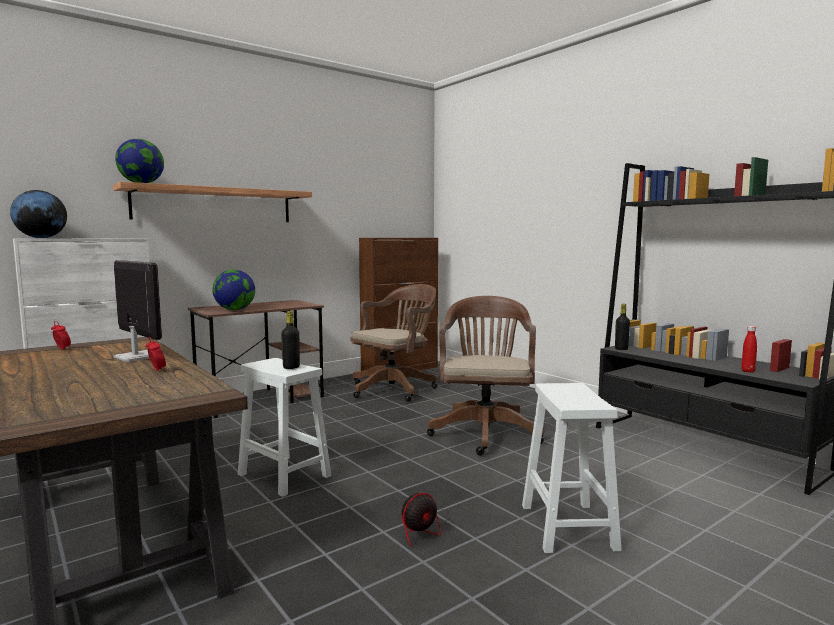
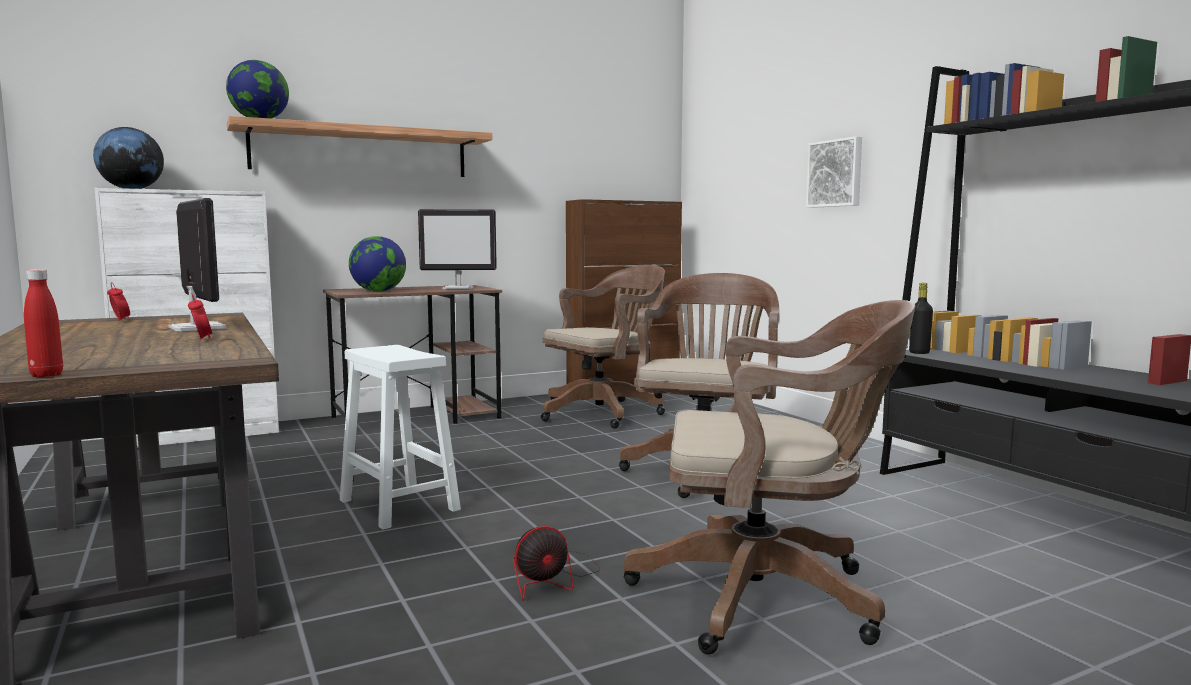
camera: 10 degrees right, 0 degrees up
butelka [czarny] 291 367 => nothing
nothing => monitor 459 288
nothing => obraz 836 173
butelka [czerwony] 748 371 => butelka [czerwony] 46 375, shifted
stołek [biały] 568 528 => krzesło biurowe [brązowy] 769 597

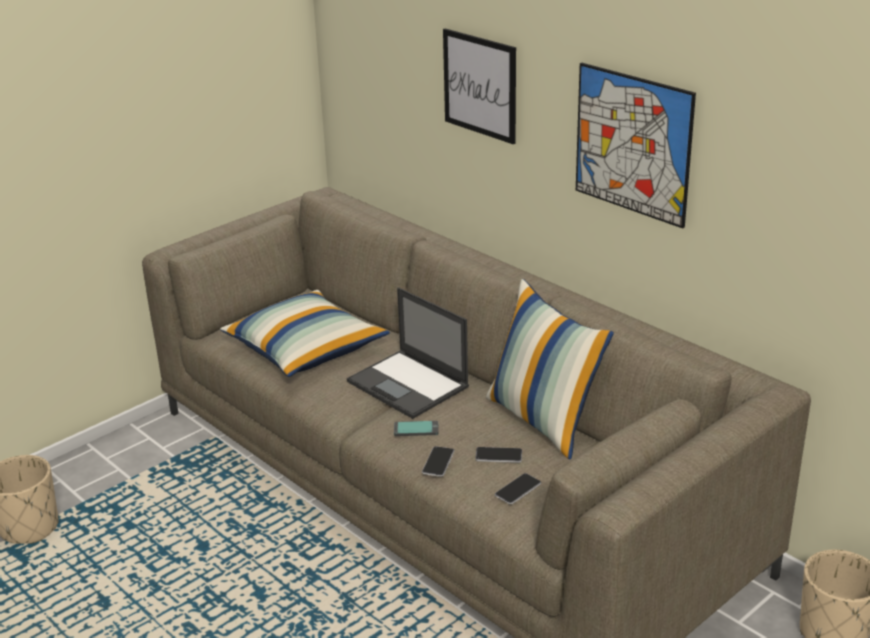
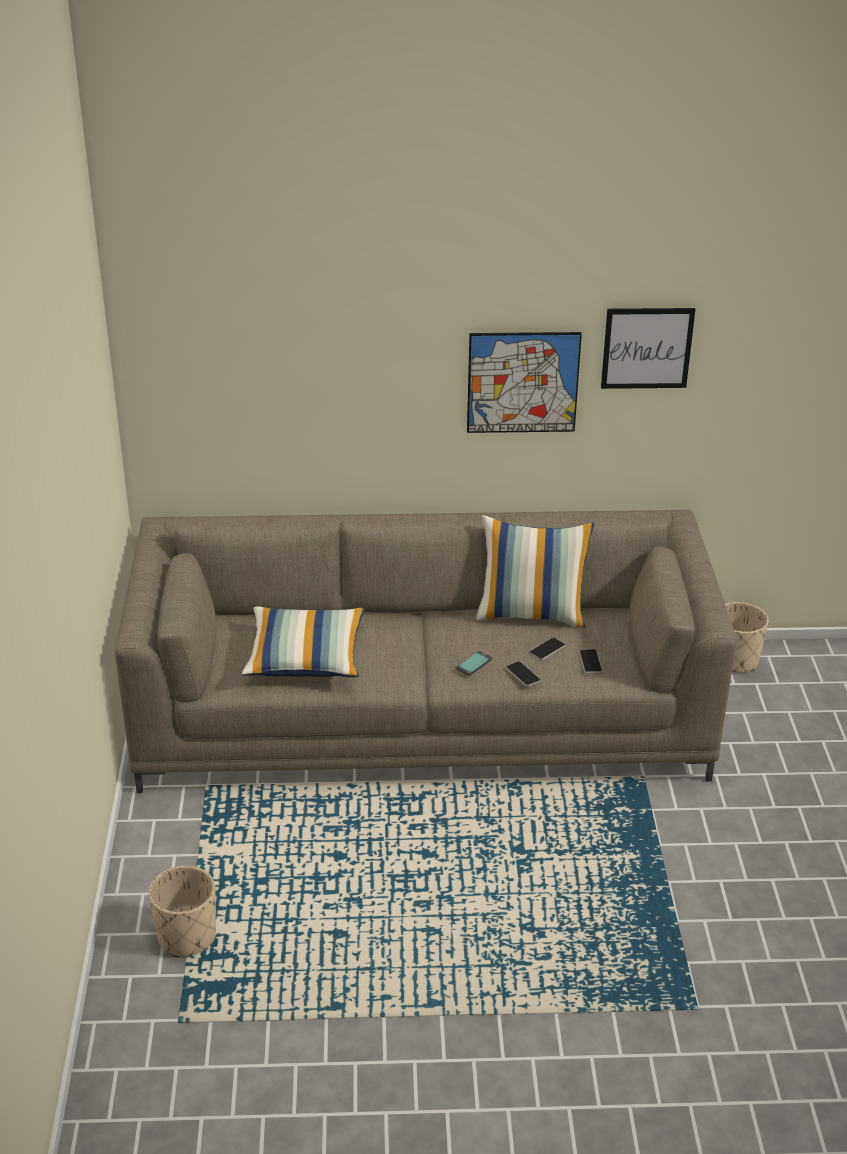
camera: 50 degrees left, 5 degrees up
laptop 409 385 => nothing
obraz 480 85 => obraz 647 348, shifted

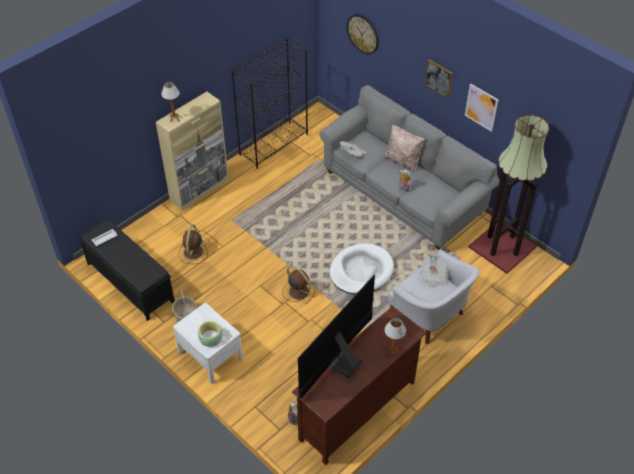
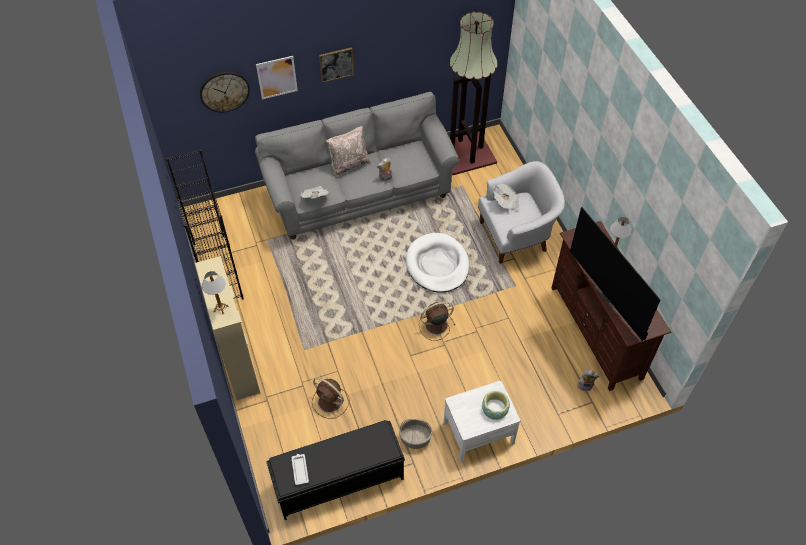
camera: 65 degrees left, 5 degrees up
obraz 481 107 => obraz 277 77, shifted

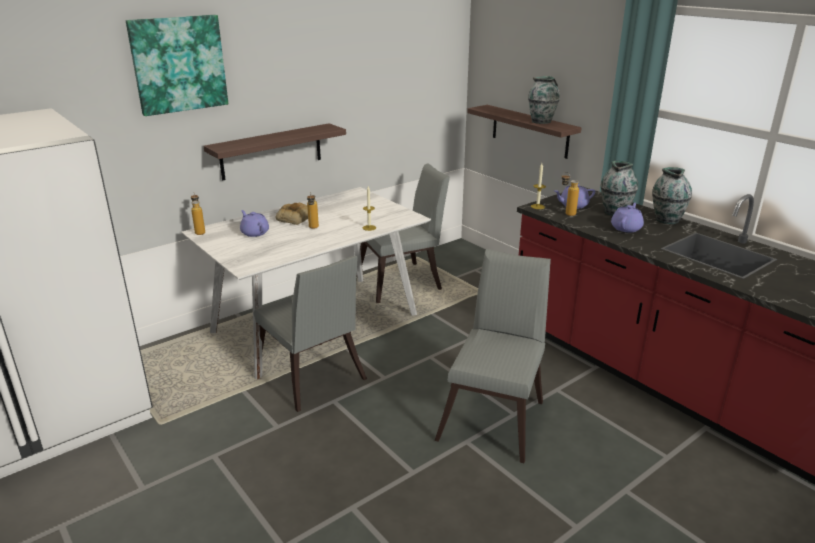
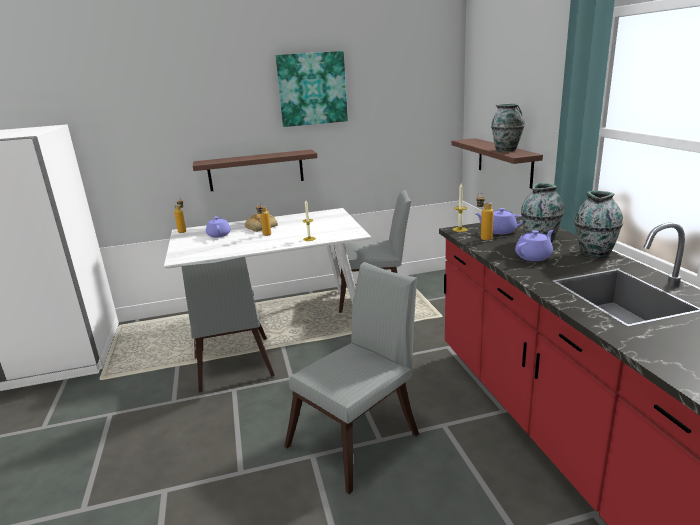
camera: 25 degrees right, 5 degrees down
obraz 178 64 => obraz 312 89, shifted

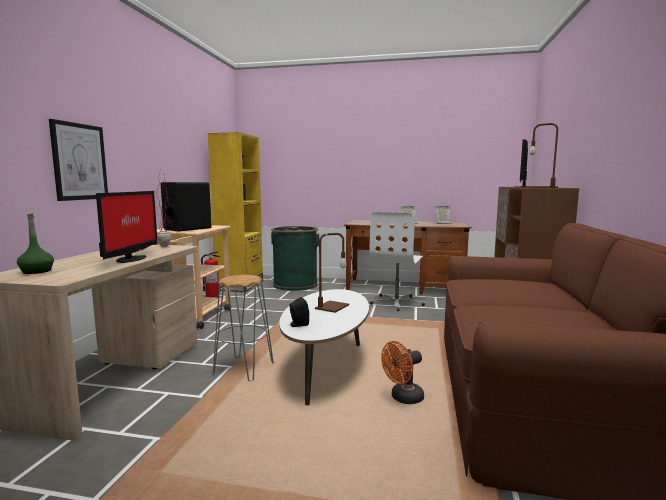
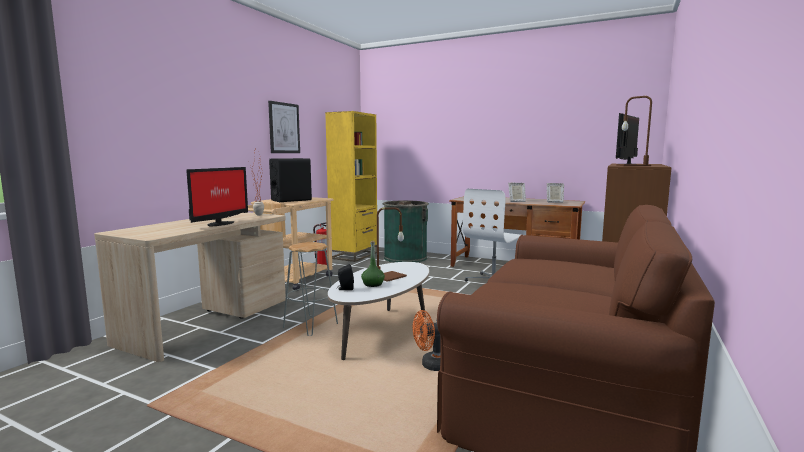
camera: 15 degrees right, 0 degrees up
butelka [zielony] 36 271 => butelka [zielony] 373 284, shifted
obraz 79 162 => obraz 284 128, shifted

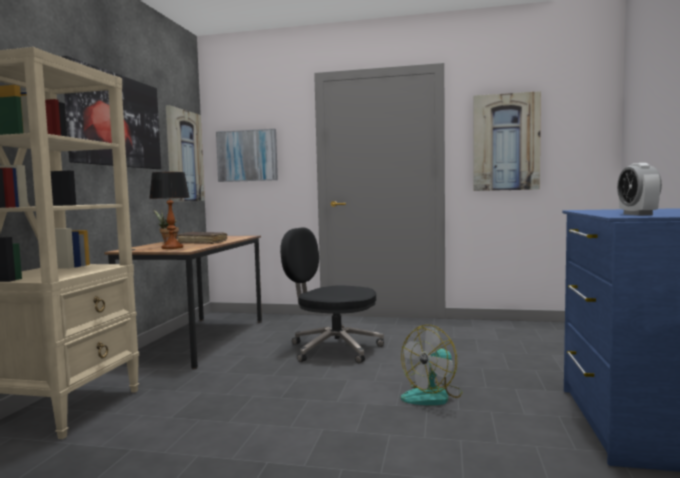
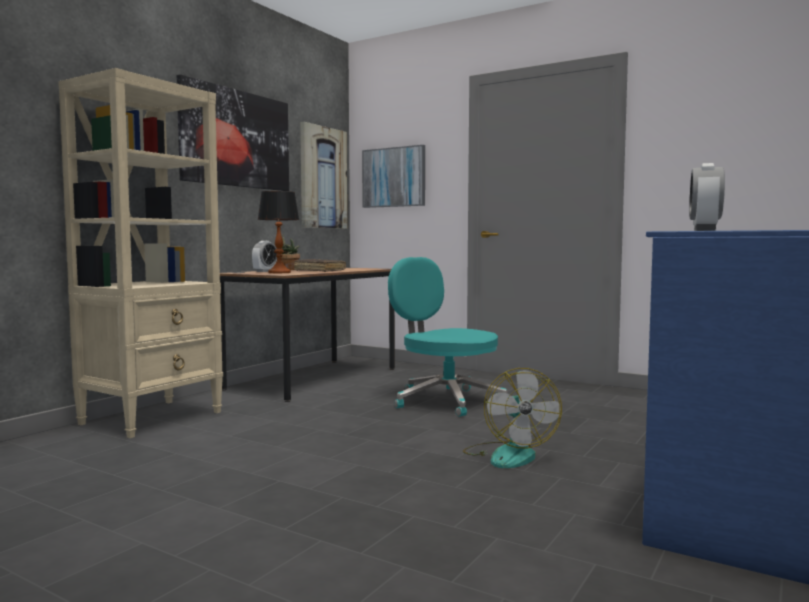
camera: 20 degrees right, 0 degrees up
obraz 506 142 => nothing
nothing => budzik 265 271
krzesło biurowe [czarny] 333 349 => krzesło biurowe [turkusowy] 445 401
wentylator 433 395 => wentylator 509 454, 75 degrees counterclockwise

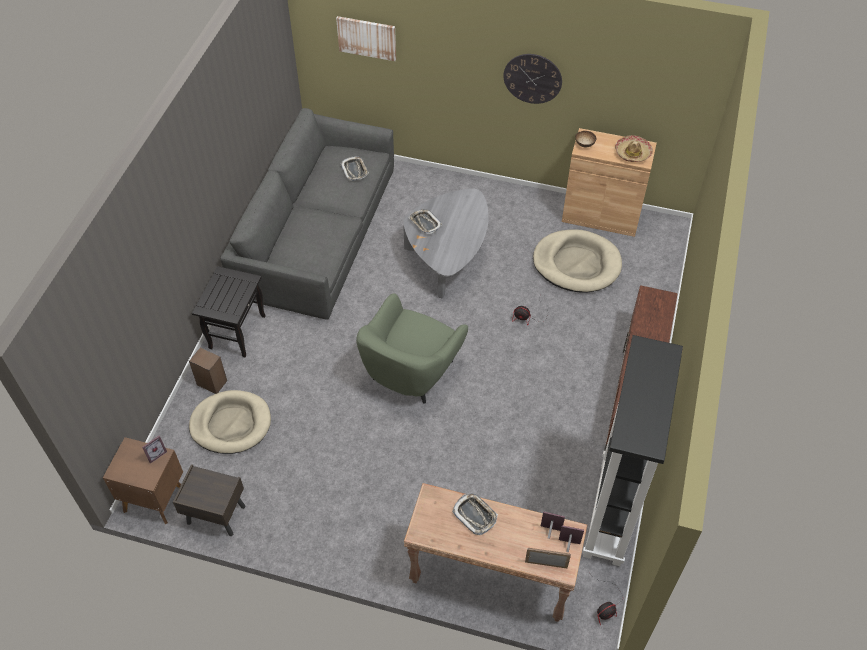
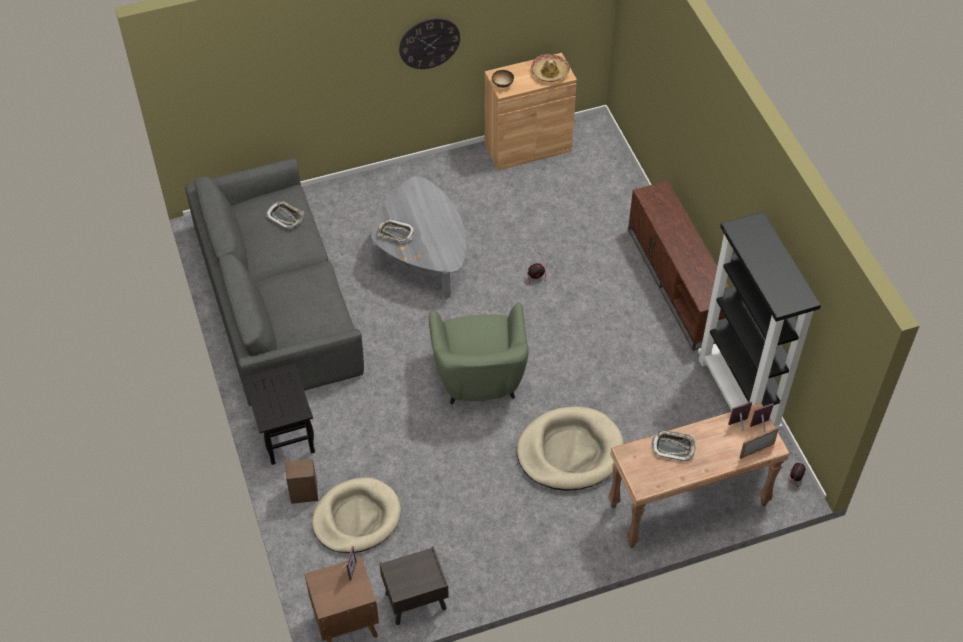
camera: 35 degrees left, 0 degrees up
obraz 367 37 => nothing
legowisko [beżowy] 576 264 => legowisko [beżowy] 569 451, shifted

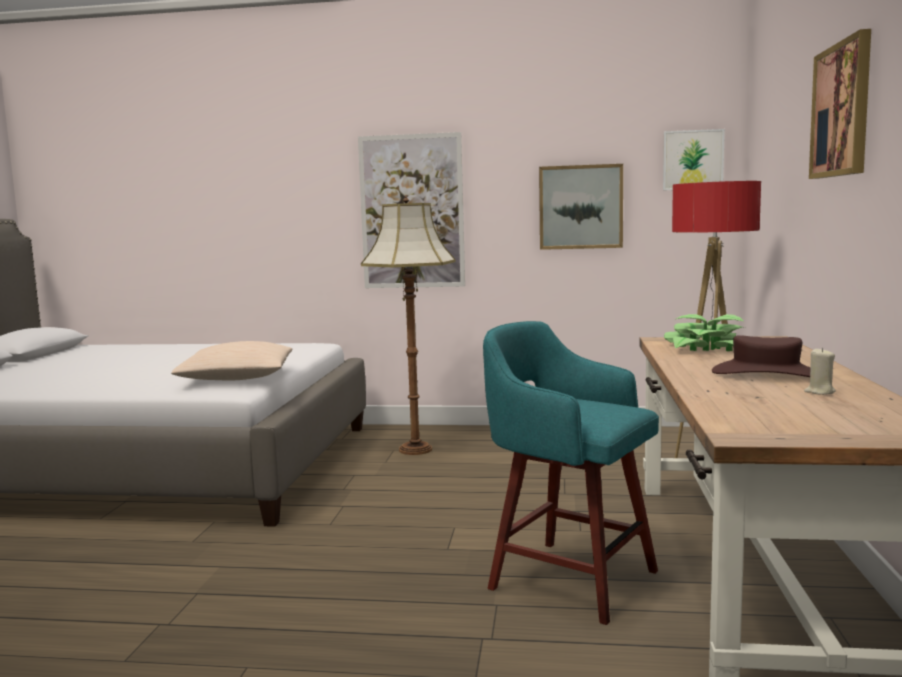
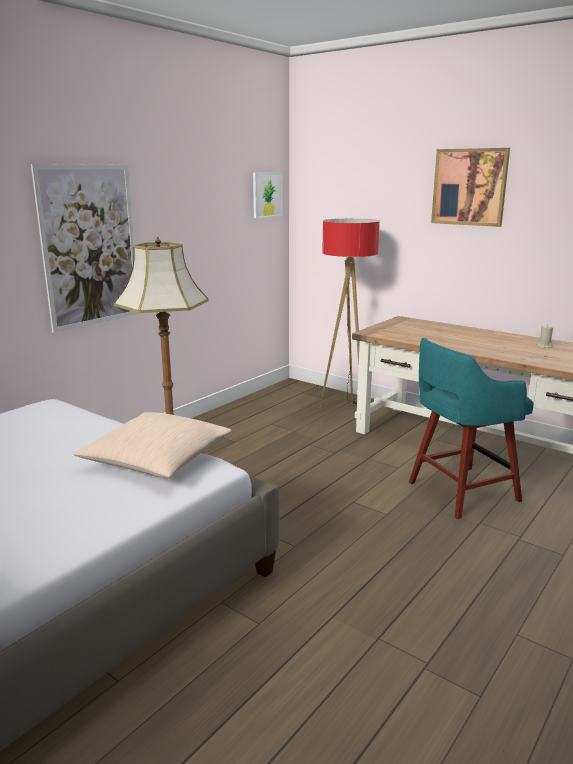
camera: 60 degrees left, 10 degrees up
obraz 580 207 => nothing
roślina doniczkowa 706 348 => nothing
kapelusz [brązowy] 765 373 => nothing

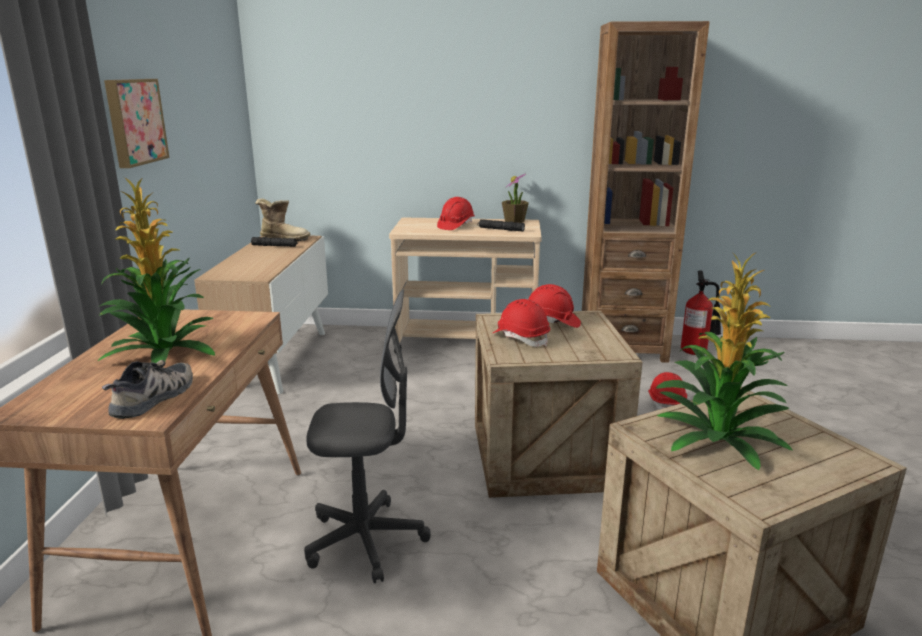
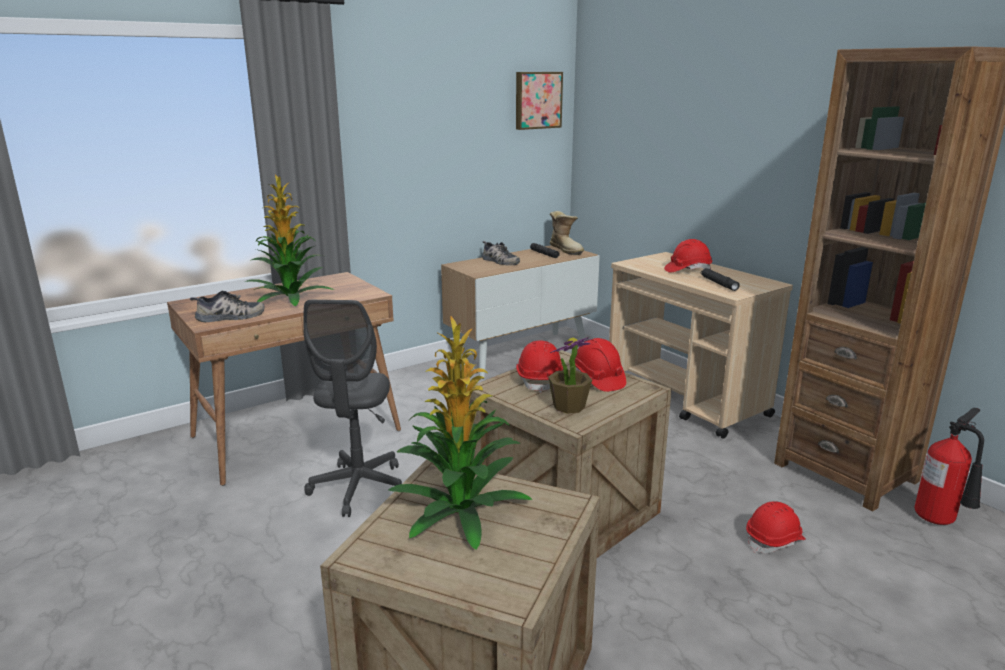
camera: 50 degrees right, 0 degrees up
nothing => but 499 261
obraz 134 121 => obraz 537 100, shifted
roślina doniczkowa 514 221 => roślina doniczkowa 568 406, shifted
krzesło biurowe [szary] 366 541 => krzesło biurowe [szary] 359 487, 45 degrees clockwise

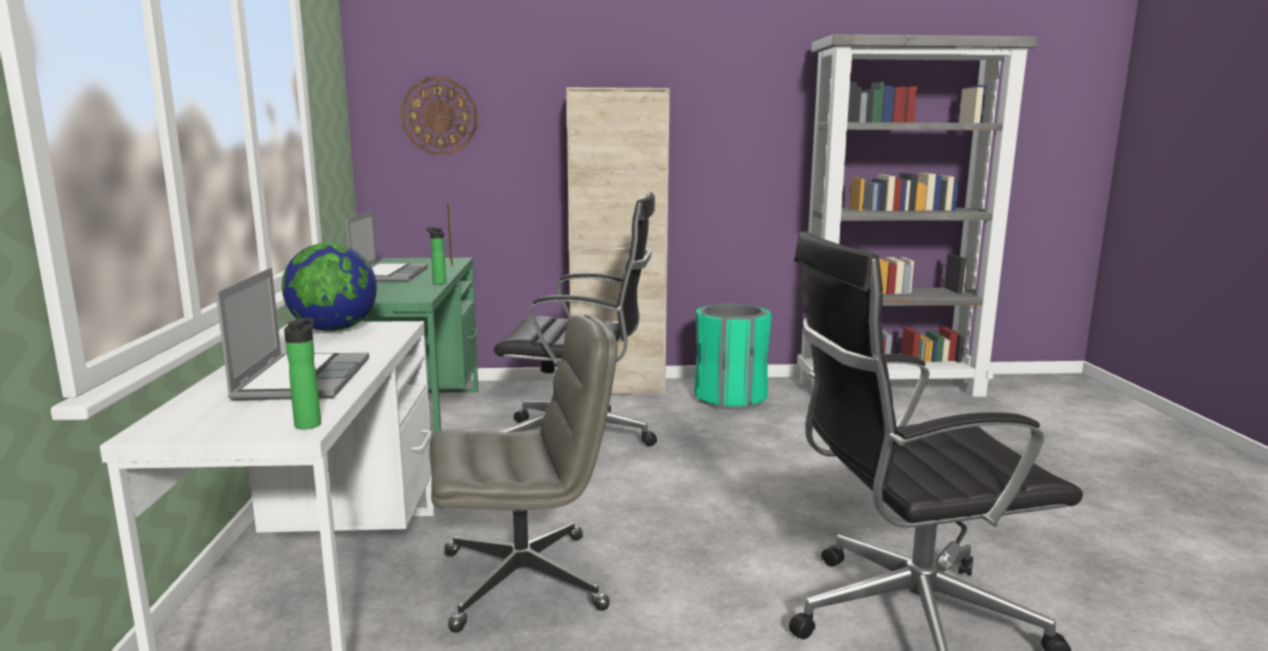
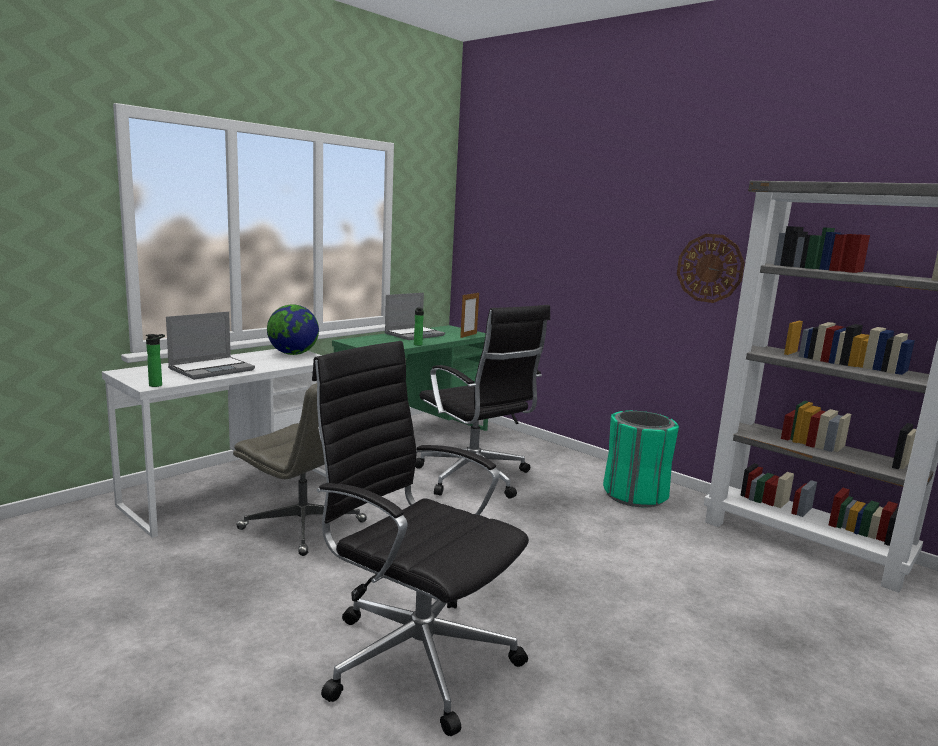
camera: 45 degrees right, 0 degrees up
szafka [beżowy] 617 388 => nothing
zegar ścienny 439 116 => zegar ścienny 710 268, shifted

